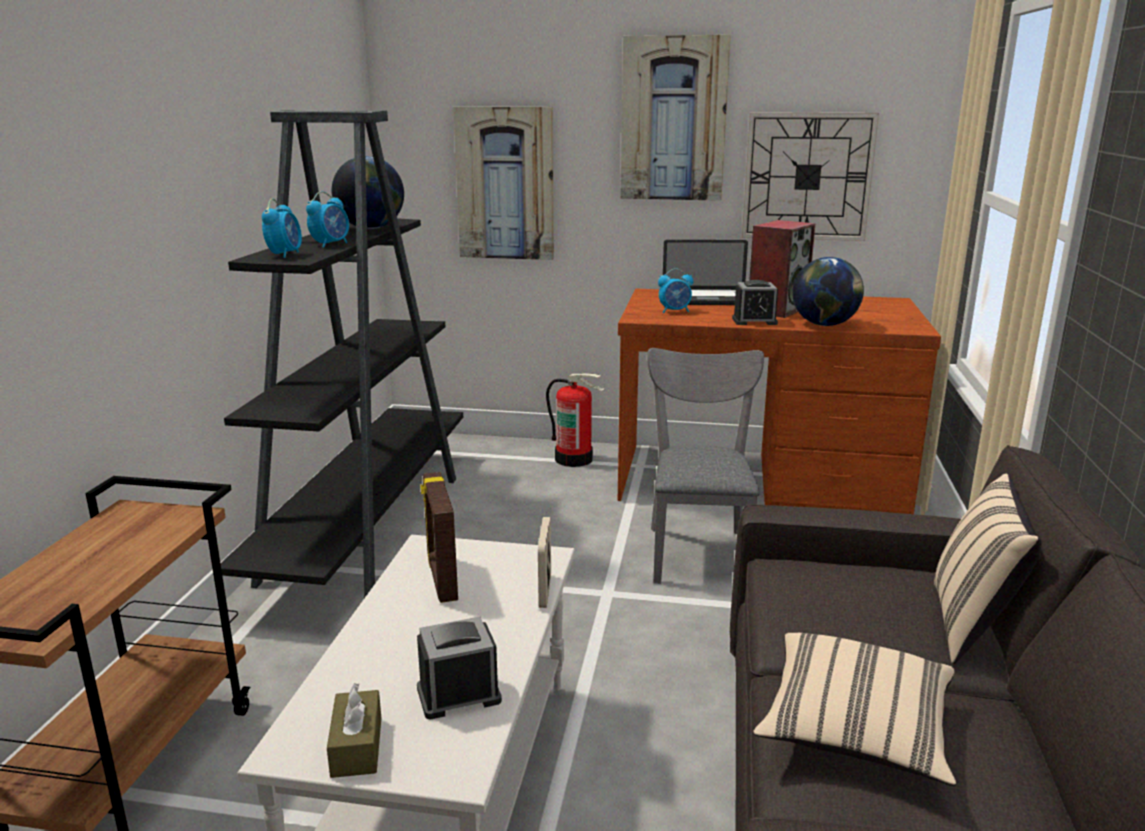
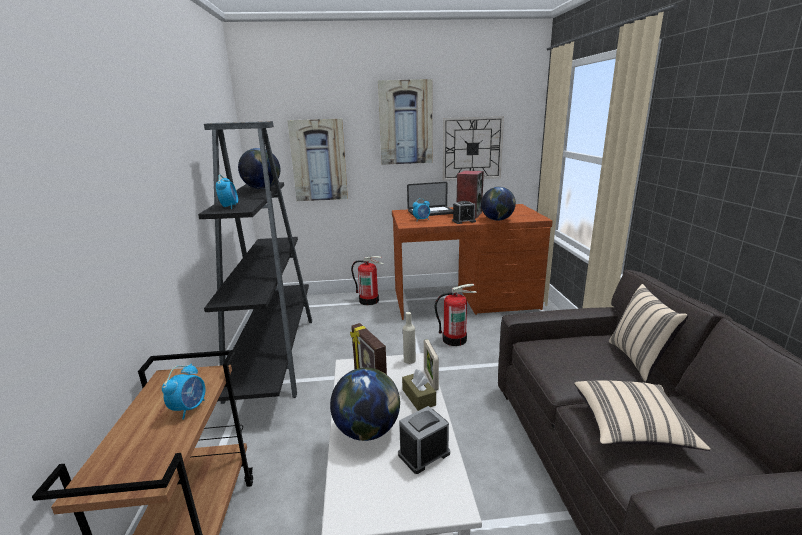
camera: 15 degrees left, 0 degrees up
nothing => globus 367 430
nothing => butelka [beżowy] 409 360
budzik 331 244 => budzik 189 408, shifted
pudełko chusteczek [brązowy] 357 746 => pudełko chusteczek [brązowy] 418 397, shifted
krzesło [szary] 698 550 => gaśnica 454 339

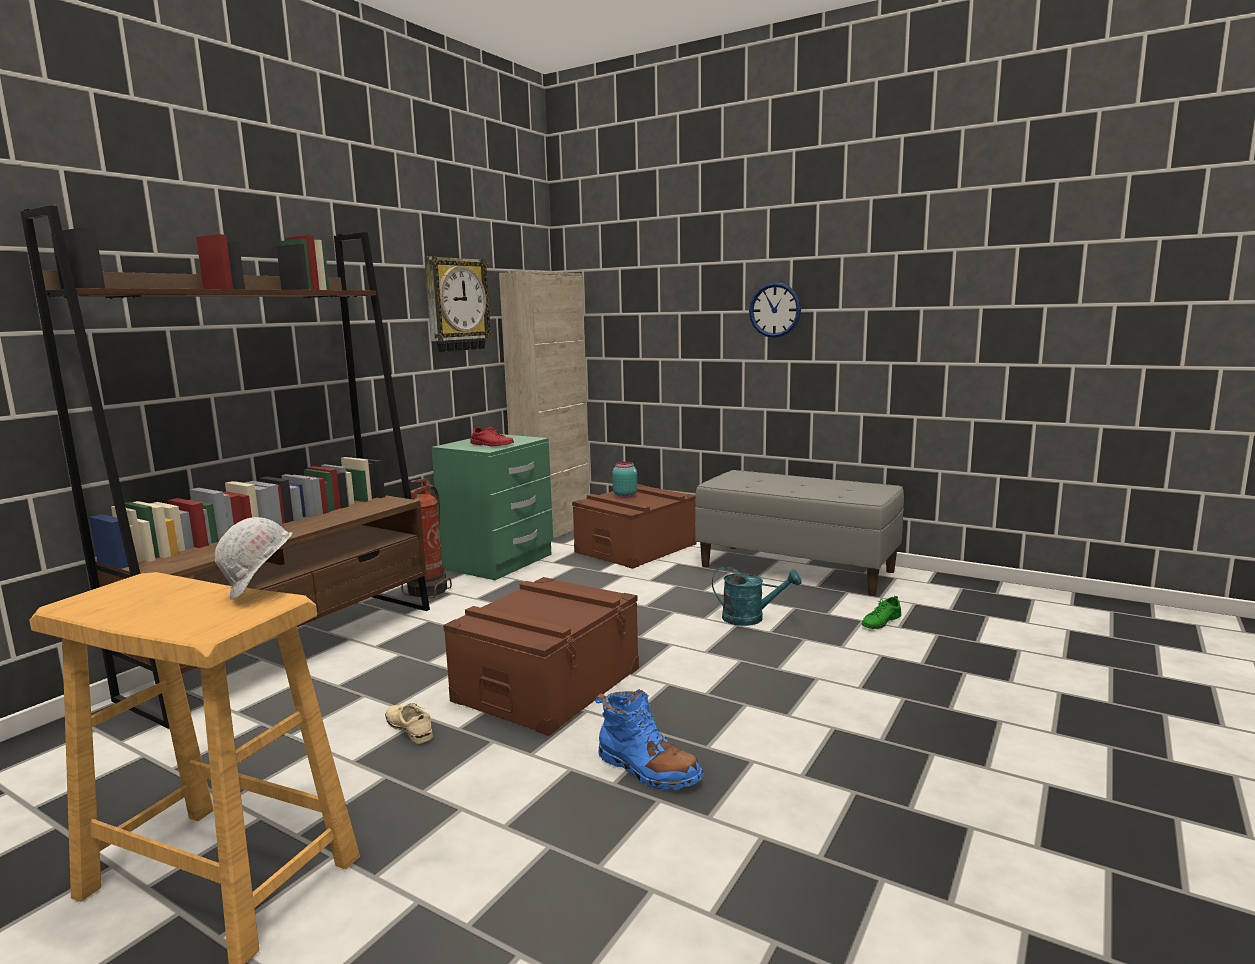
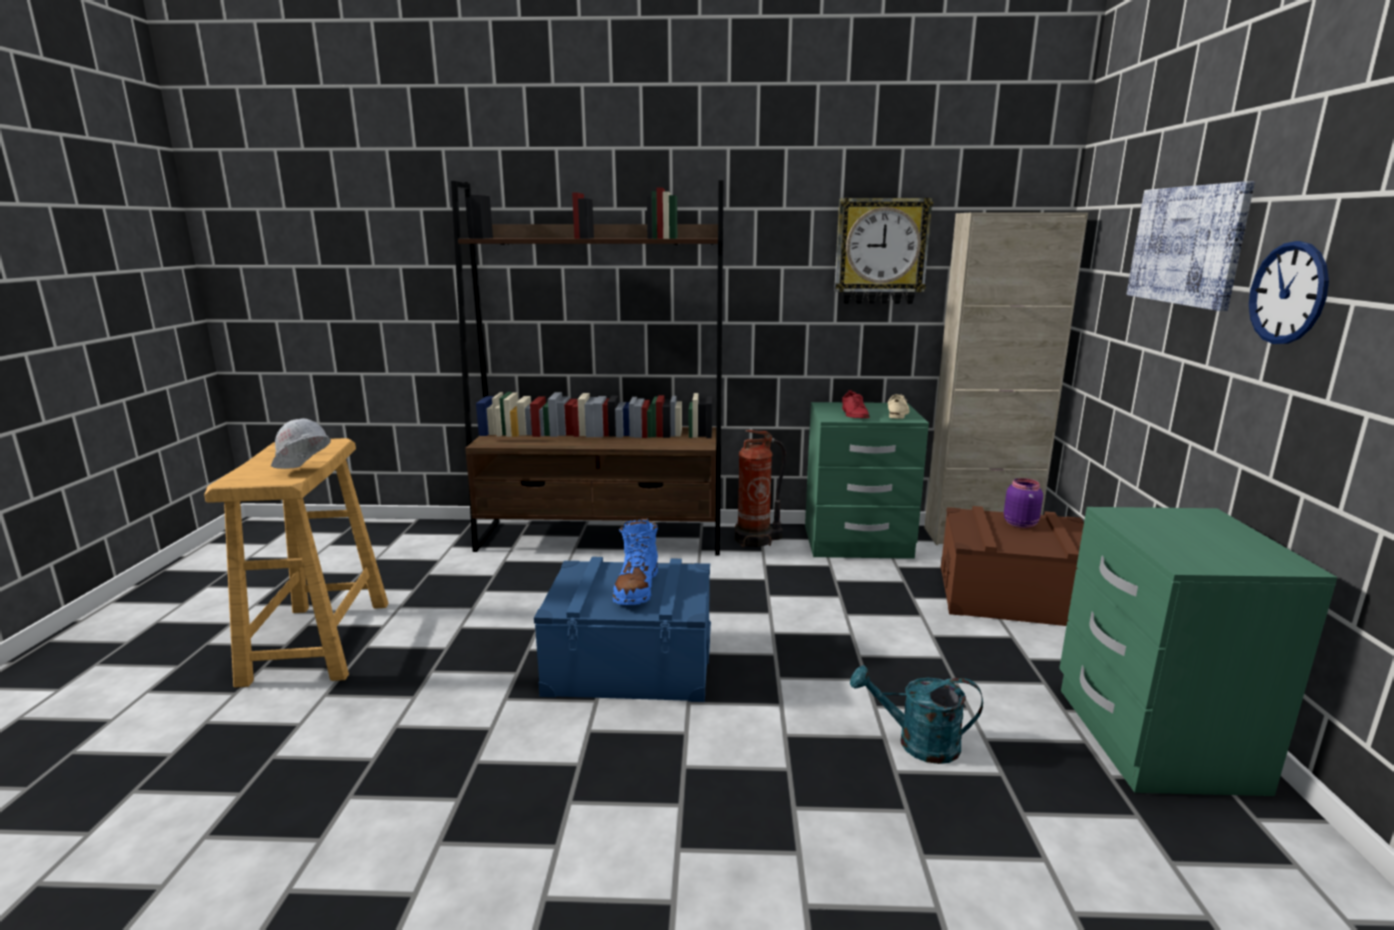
camera: 60 degrees right, 5 degrees up
but [zielony] 881 621 => nothing
nothing => obraz 1187 245
but [beżowy] 409 728 => but [beżowy] 897 413, shifted
but z cholewką [niebieski] 647 769 => but z cholewką [niebieski] 636 588, shifted
ławka [szary] 797 568 => szafka nocna [zielony] 1152 738
pojemnik do przechowywania [brązowy] 547 684 => pojemnik do przechowywania [niebieski] 631 662
słoik [turkusowy] 624 495 => słoik [fioletowy] 1020 524
konewka [turkusowy] 751 618 => konewka [turkusowy] 917 743, 120 degrees clockwise

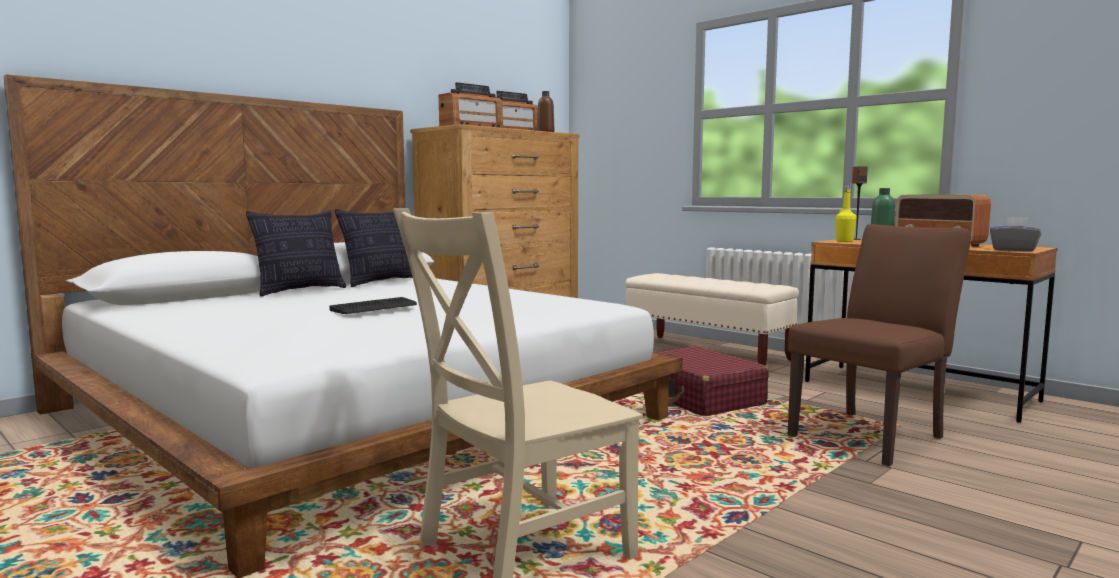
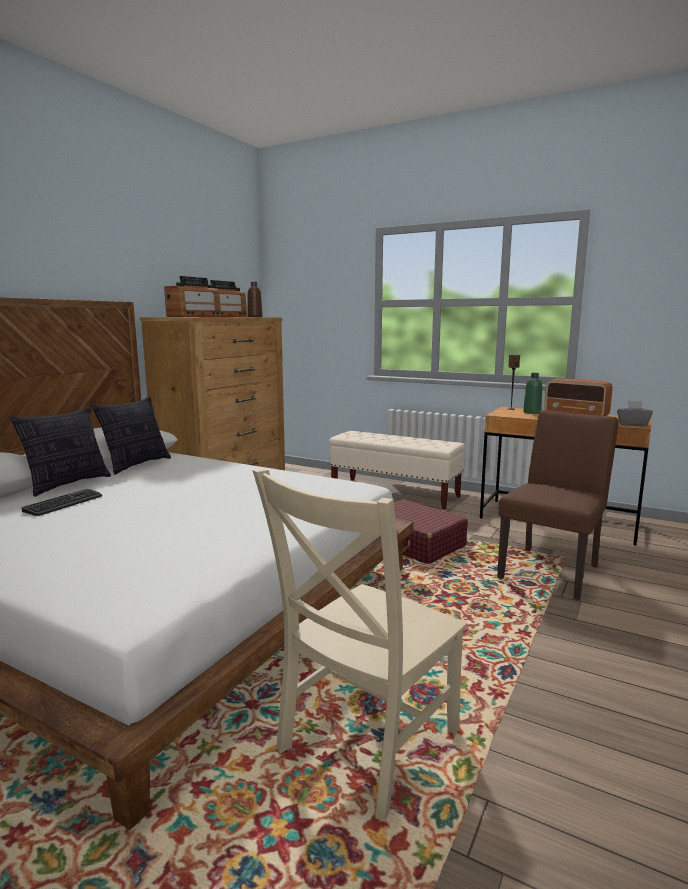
camera: 15 degrees left, 5 degrees up
butelka [żółty] 844 241 => nothing
klawiatura 374 307 => klawiatura 64 503, shifted

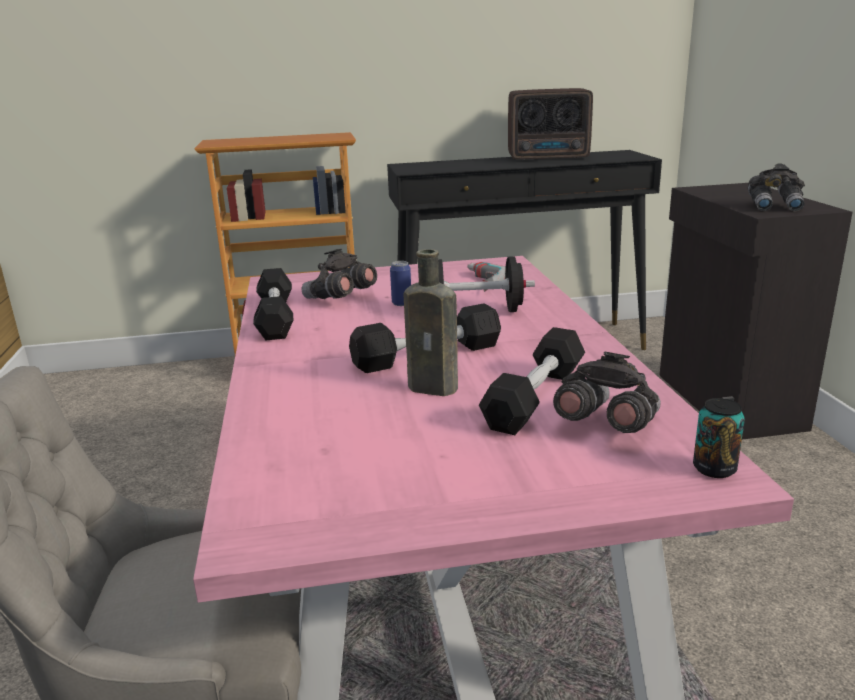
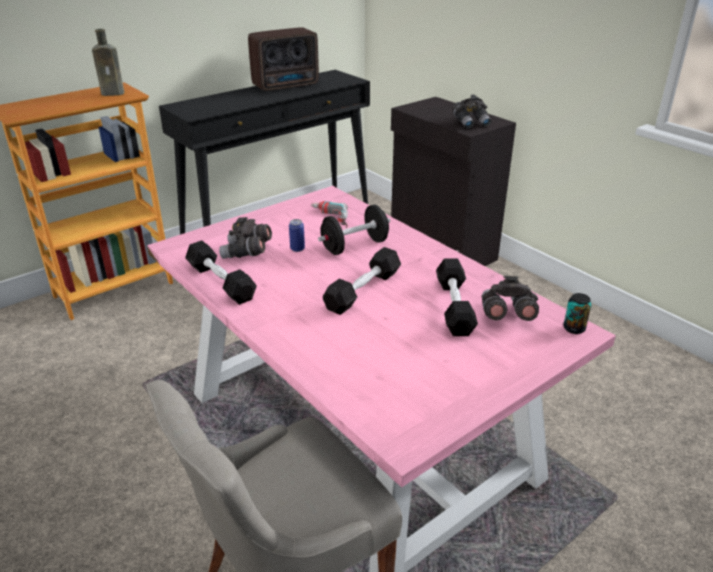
camera: 30 degrees left, 10 degrees up
butelka [brązowy] 436 388 => butelka [brązowy] 114 93, shifted

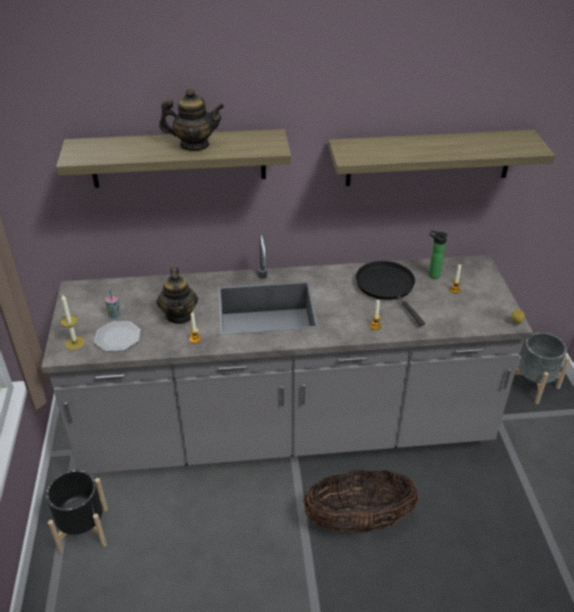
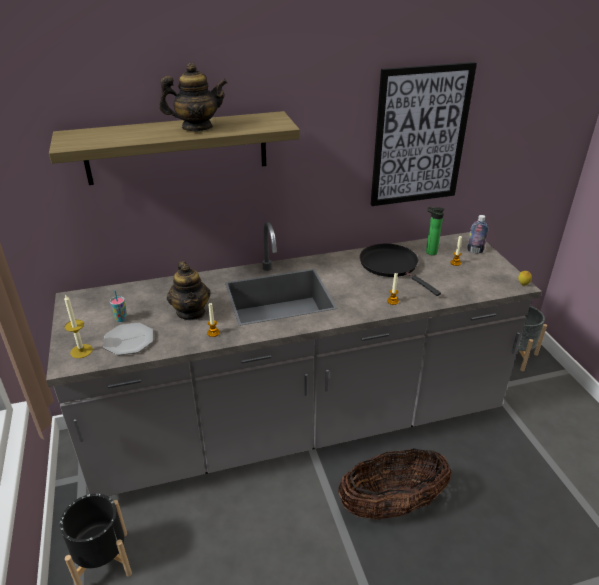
camera: 10 degrees left, 5 degrees down
nothing => butelka 475 251
półka 429 158 => obraz 420 136

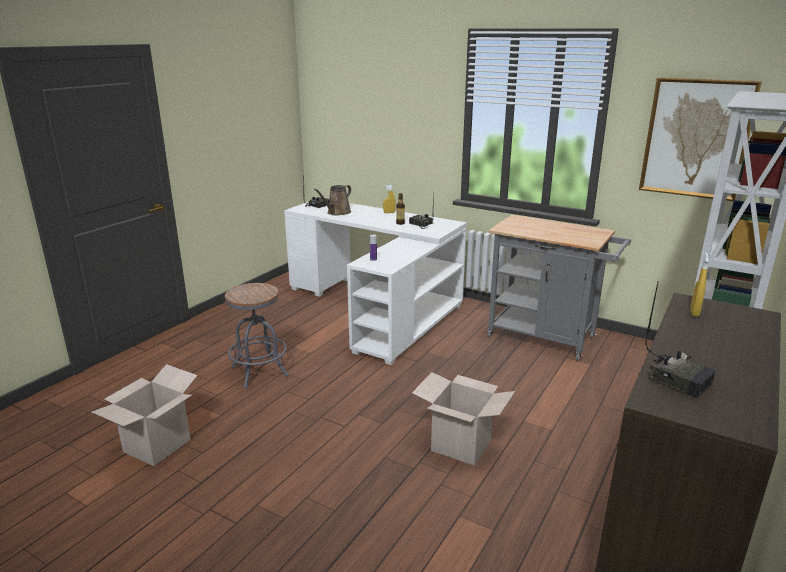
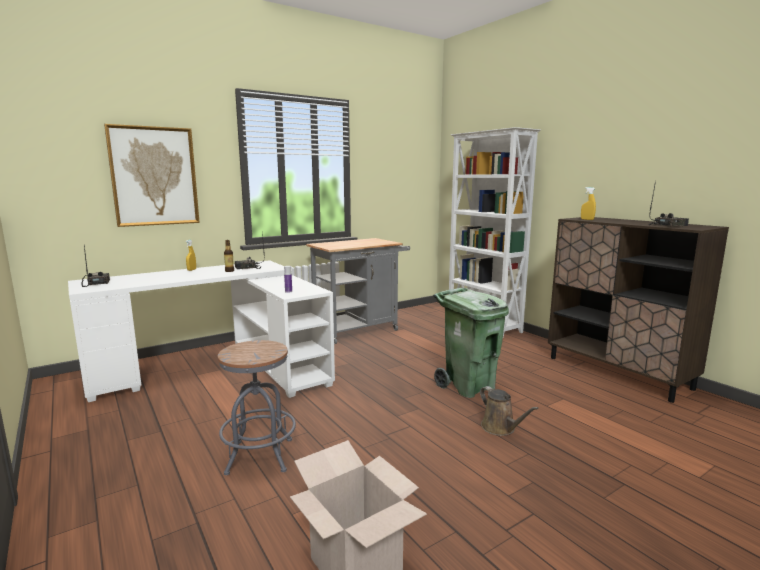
camera: 65 degrees left, 10 degrees down
konewka [brązowy] 337 213 => konewka [brązowy] 500 428, shifted
obraz 696 138 => obraz 154 176, shifted
karton 461 445 => kosz na śmieci [zielony] 468 386

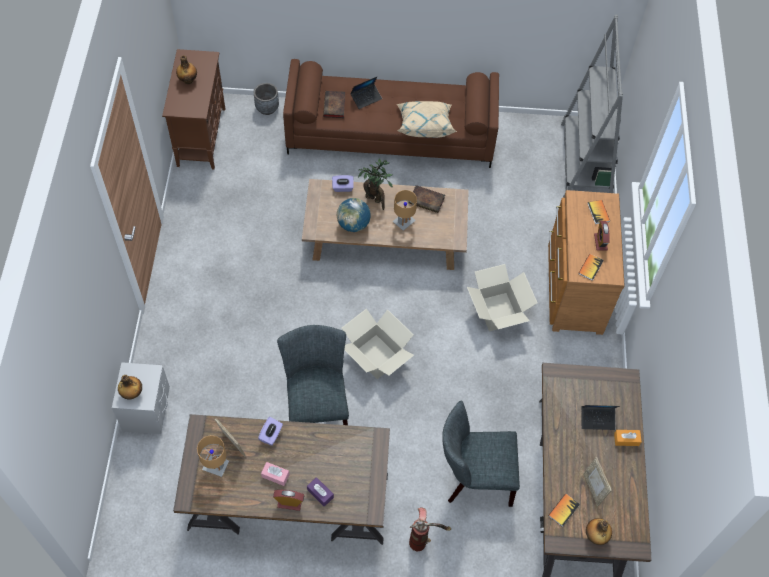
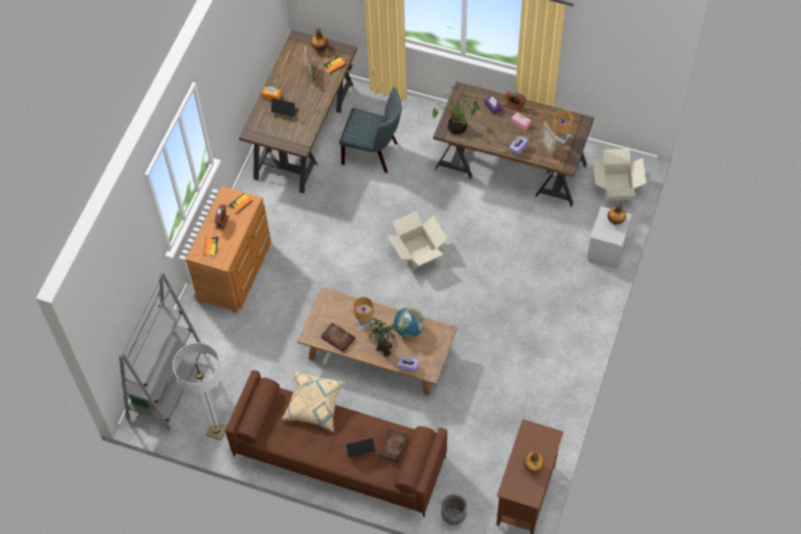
camera: 160 degrees left, 0 degrees up
krzesło [szary] 316 407 => nothing
gaśnica 423 539 => nothing
nothing => lampa stojąca 216 431
nothing => roślina doniczkowa 456 128
karton 498 311 => karton 616 187, shifted

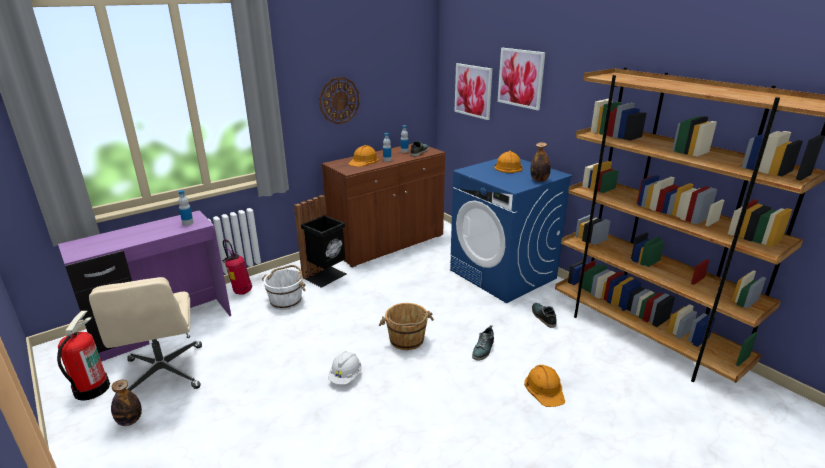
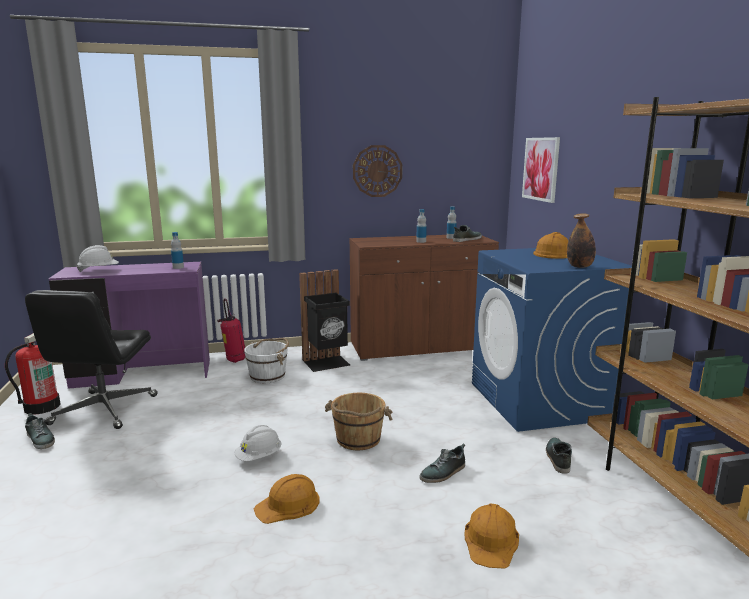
camera: 25 degrees right, 10 degrees down
obraz 520 78 => nothing
nothing => kask [biały] 99 270
kask [pomarańczowy] 363 161 => kask [pomarańczowy] 288 505, shifted
butelka 130 421 => but 41 439
krzesło biurowe [beżowy] 163 374 => krzesło biurowe [czarny] 104 410

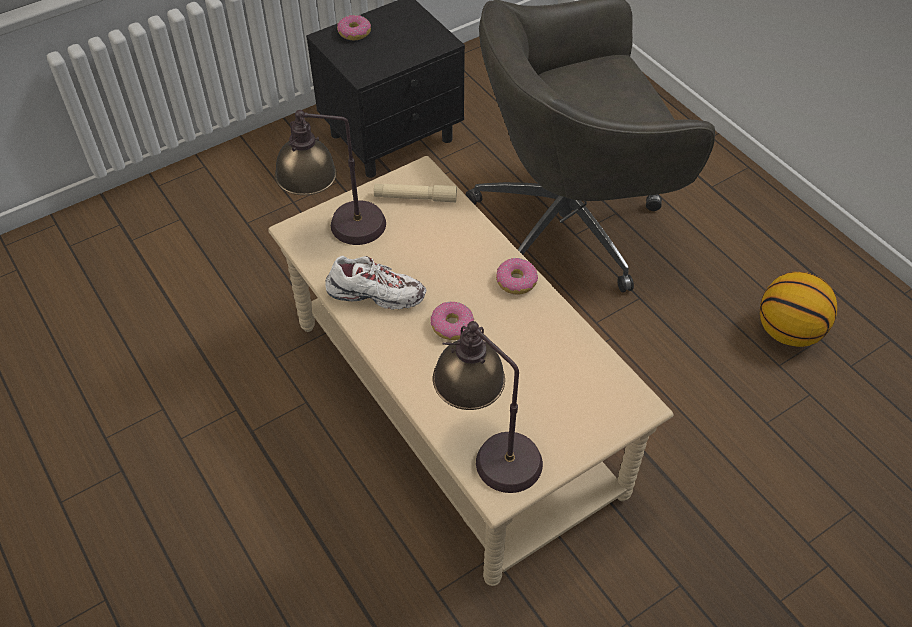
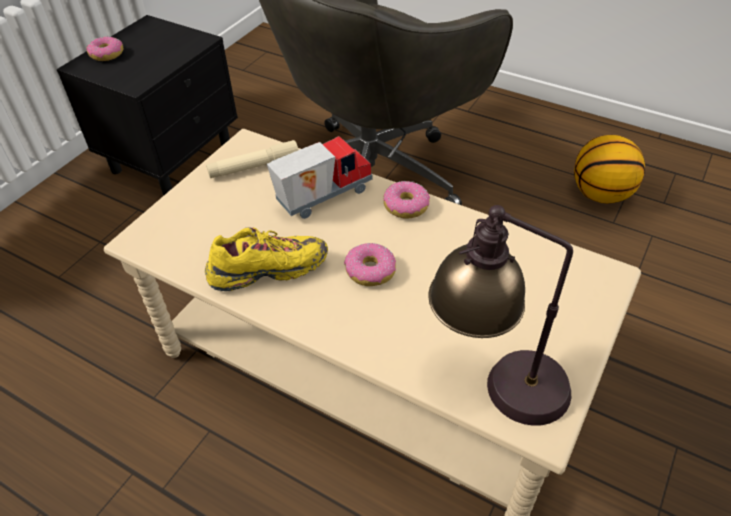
camera: 25 degrees left, 5 degrees down
lampa stołowa 337 230 => nothing
nothing => ciężarówka zabawkowa 322 196
but [biały] 376 295 => but [żółty] 268 271

